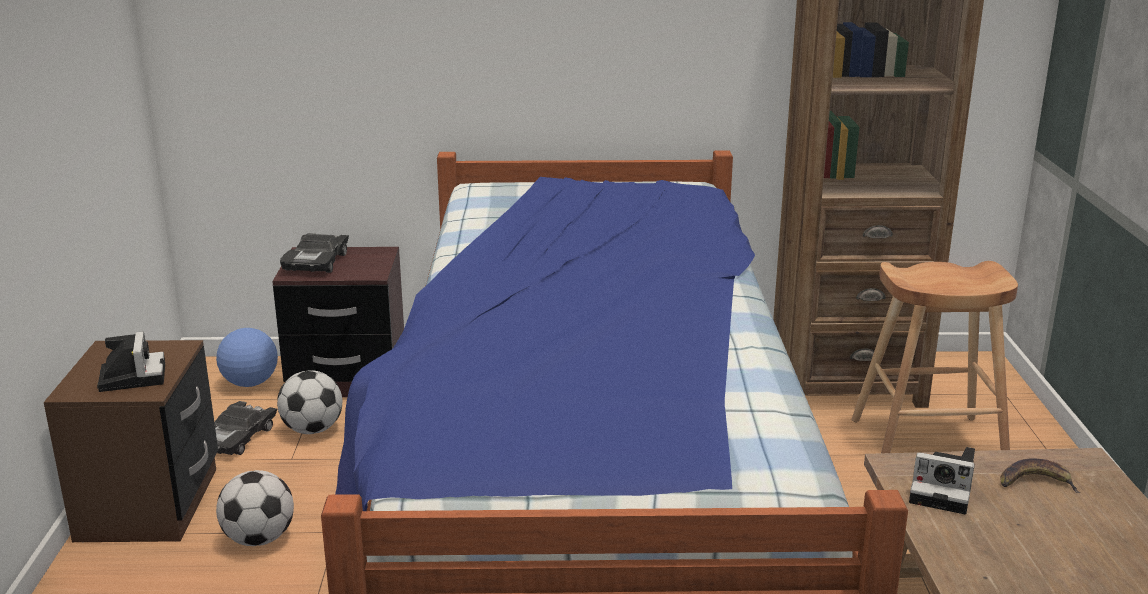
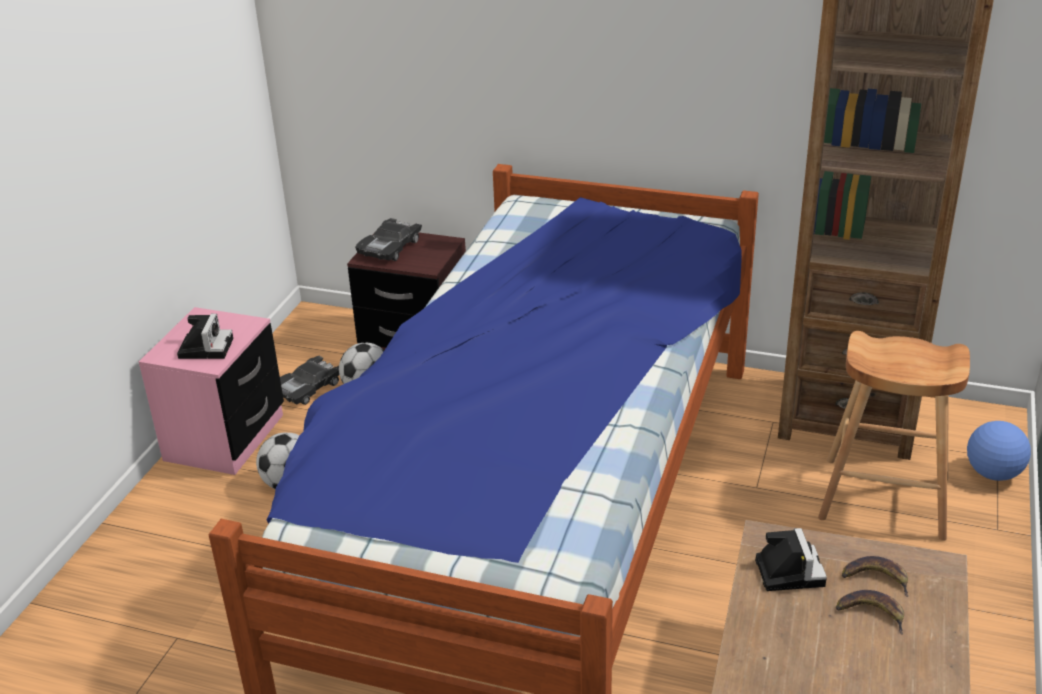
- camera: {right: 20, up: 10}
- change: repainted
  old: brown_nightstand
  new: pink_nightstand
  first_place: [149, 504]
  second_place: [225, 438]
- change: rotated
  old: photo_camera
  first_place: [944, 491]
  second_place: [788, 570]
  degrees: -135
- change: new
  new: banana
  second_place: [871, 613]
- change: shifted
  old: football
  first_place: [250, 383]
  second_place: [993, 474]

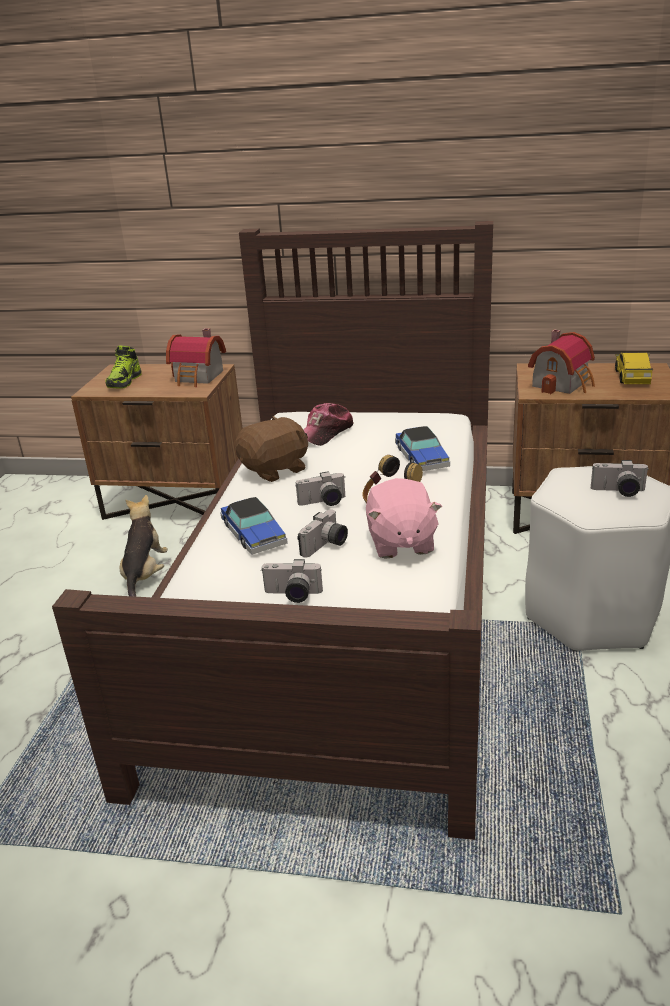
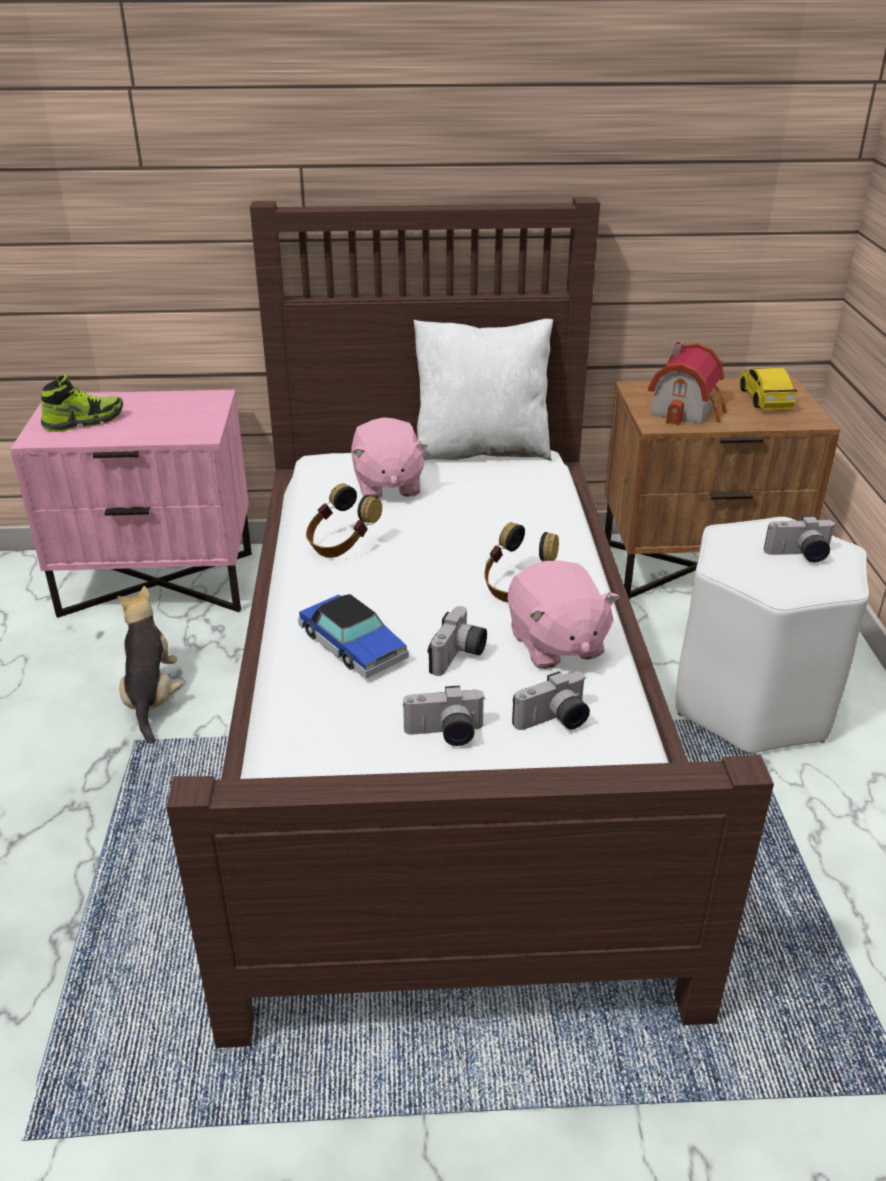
- camera: {right: -15, up: 5}
- change: repainted
  old: brown_nightstand
  new: pink_nightstand
  first_place: [177, 501]
  second_place: [159, 582]
- change: rotated
  old: shoe
  first_place: [124, 381]
  second_place: [84, 421]
  degrees: -120
- change: swapped
  old: brown_plush_toy
  new: headphones
  first_place: [275, 470]
  second_place: [341, 545]
- change: swapped
  old: cap
  new: pink_plush_toy
  first_place: [325, 433]
  second_place: [387, 485]
- change: new
  new: white_pillow
  second_place: [481, 450]
- change: shifted
  old: photo_camera
  first_place: [323, 503]
  second_place: [554, 722]
- change: gone
  old: toy_house
  first_place: [199, 377]
- change: gone
  old: toy_car
  first_place: [421, 457]

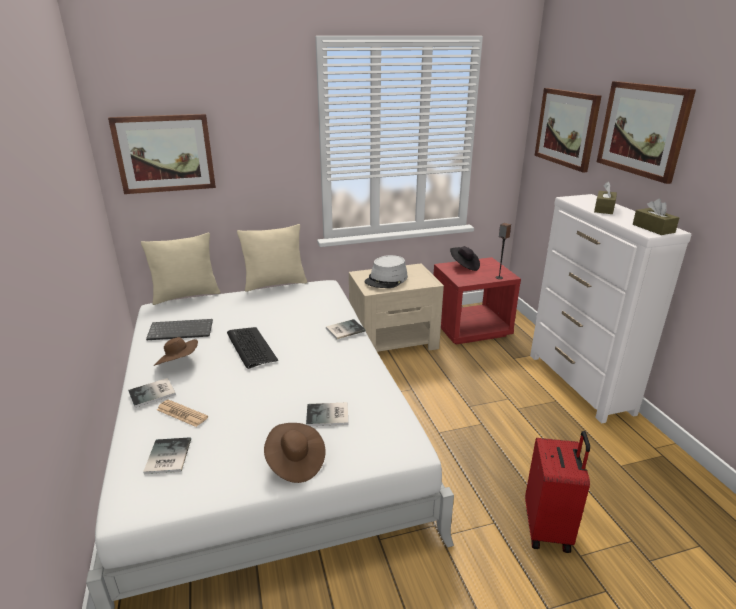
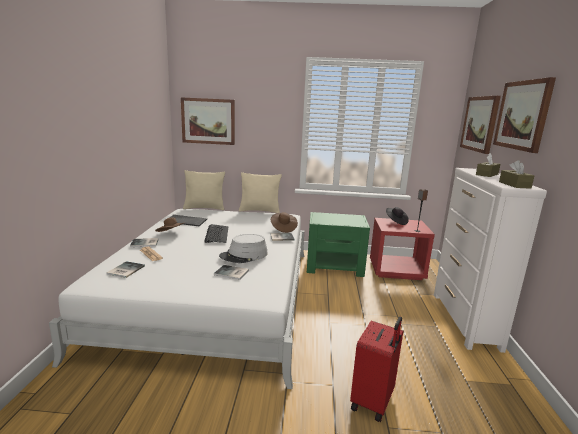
- camera: {right: 20, up: -10}
- change: shifted
  old: grey_hat
  first_place: [386, 279]
  second_place: [244, 255]
- change: shifted
  old: brown_hat
  first_place: [295, 463]
  second_place: [283, 228]
- change: repainted
  old: beige_nightstand
  new: green_nightstand
  first_place: [394, 340]
  second_place: [335, 266]

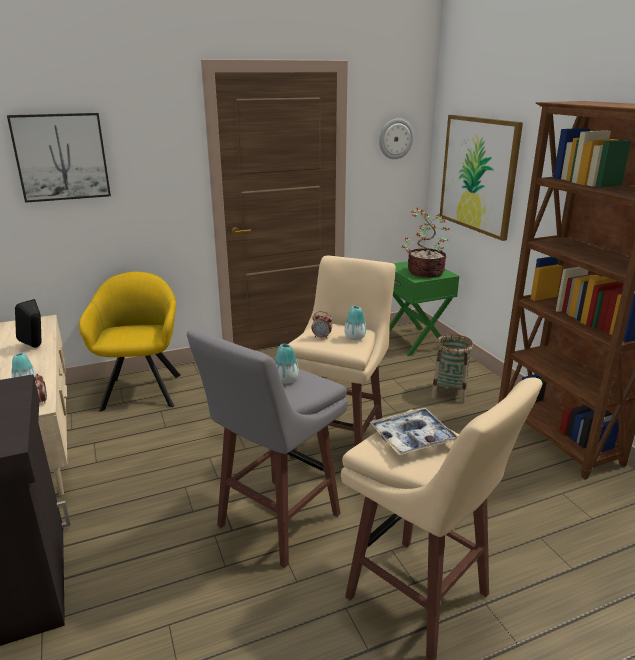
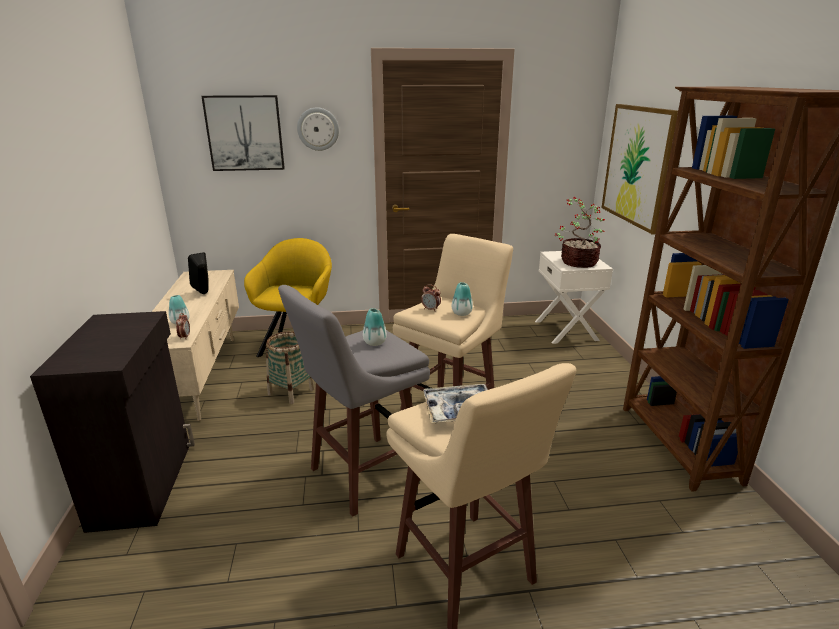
- camera: {right: 15, up: 0}
- change: shifted
  old: basket
  first_place: [449, 392]
  second_place: [291, 392]
- change: shifted
  old: wall_clock
  first_place: [395, 139]
  second_place: [318, 129]
- change: repainted
  old: green_nightstand
  new: white_nightstand
  first_place: [415, 341]
  second_place: [567, 330]

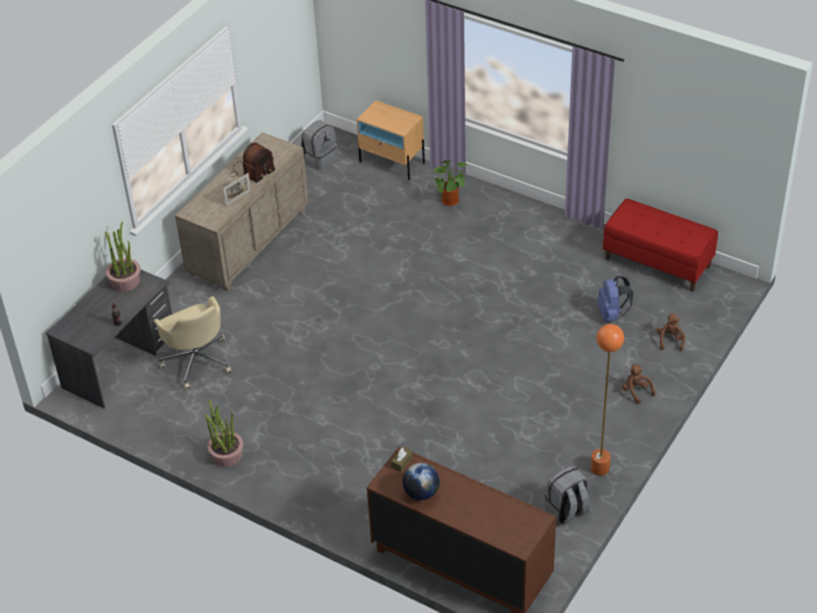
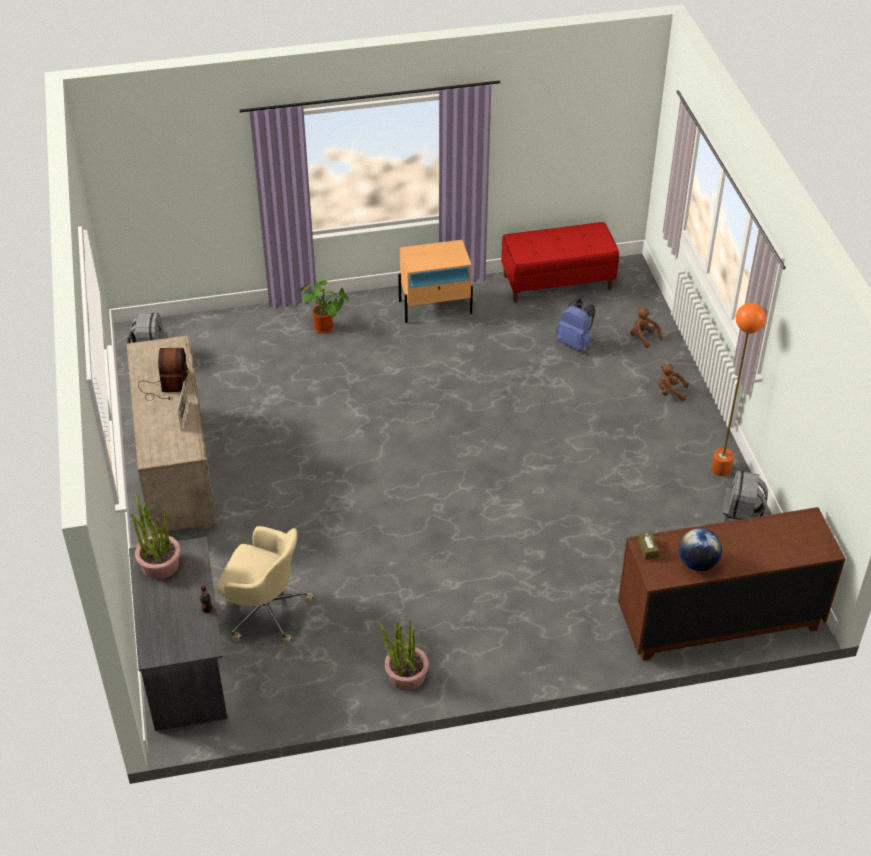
- camera: {right: -45, up: 0}
- change: shifted
  old: beige_nightstand
  first_place: [392, 162]
  second_place: [435, 307]

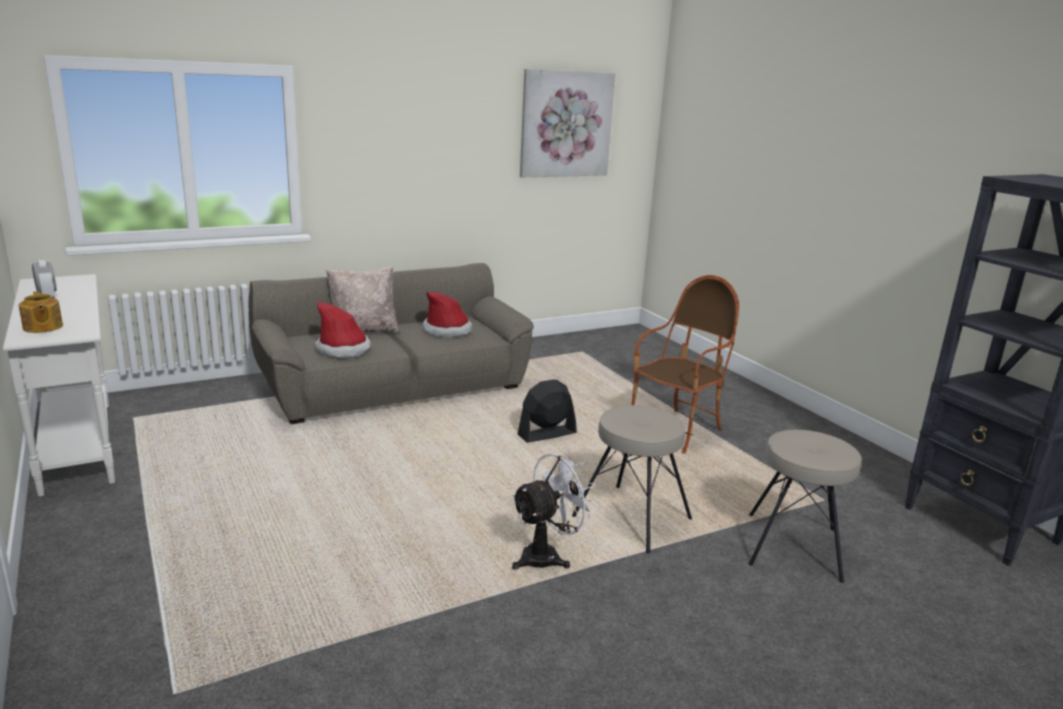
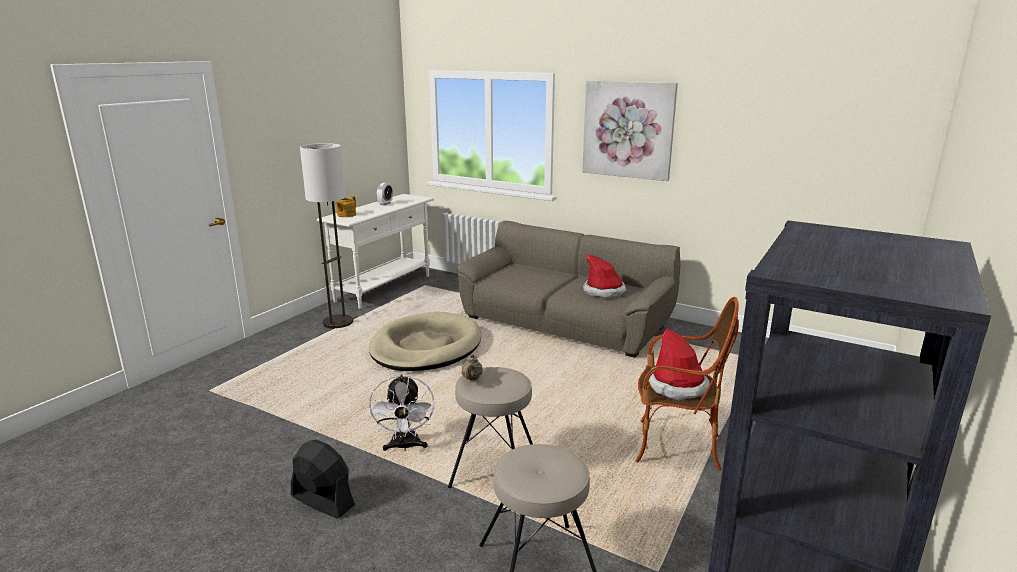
- camera: {right: 60, up: 0}
- change: shifted
  old: black_fan
  first_place: [546, 434]
  second_place: [322, 501]
- change: new
  new: floor_lamp
  second_place: [338, 322]
- change: new
  new: beige_dog_bed
  second_place: [426, 347]
- change: rotated
  old: white_fan
  first_place: [547, 556]
  second_place: [405, 446]
  degrees: 60
- change: new
  new: beige_teapot
  second_place: [472, 378]
- change: shifted
  old: picture
  first_place: [566, 124]
  second_place: [628, 130]
- change: shifted
  old: hat
  first_place: [343, 349]
  second_place: [677, 386]
- change: gone
  old: beige_pillow
  first_place: [363, 331]

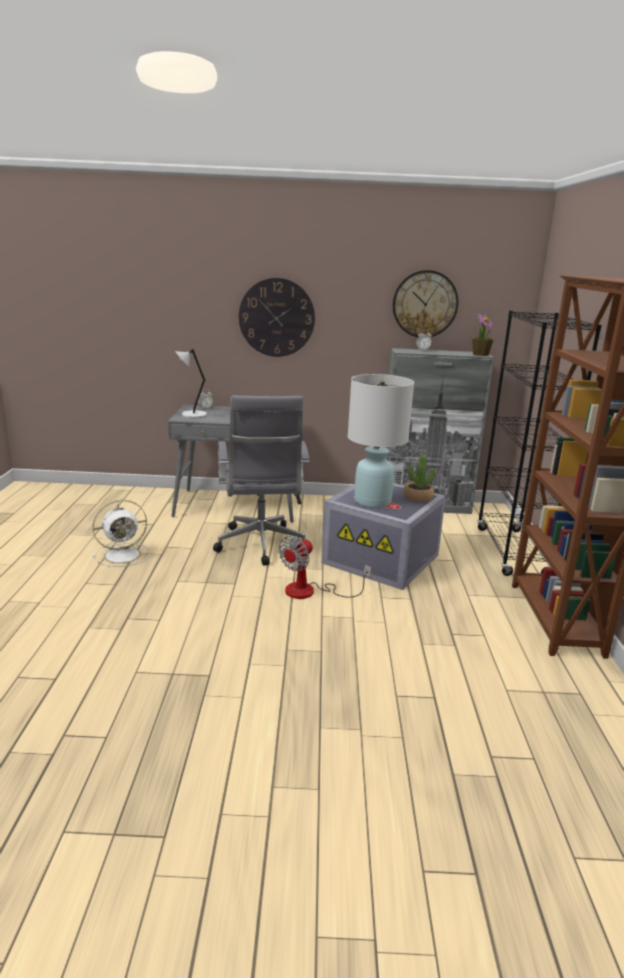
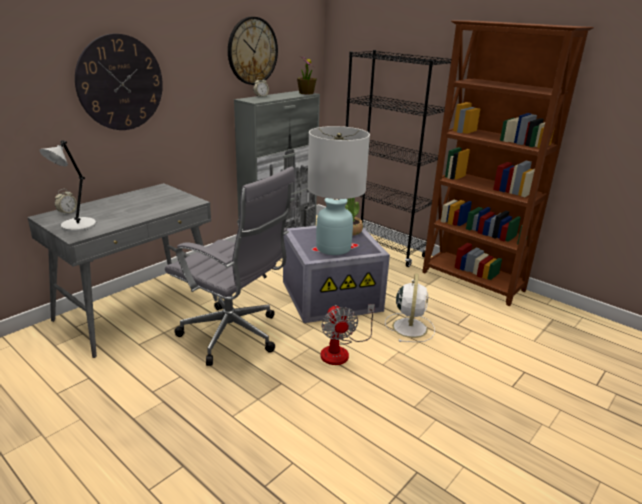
- camera: {right: -50, up: 5}
- change: shifted
  old: white_fan
  first_place: [124, 555]
  second_place: [409, 327]

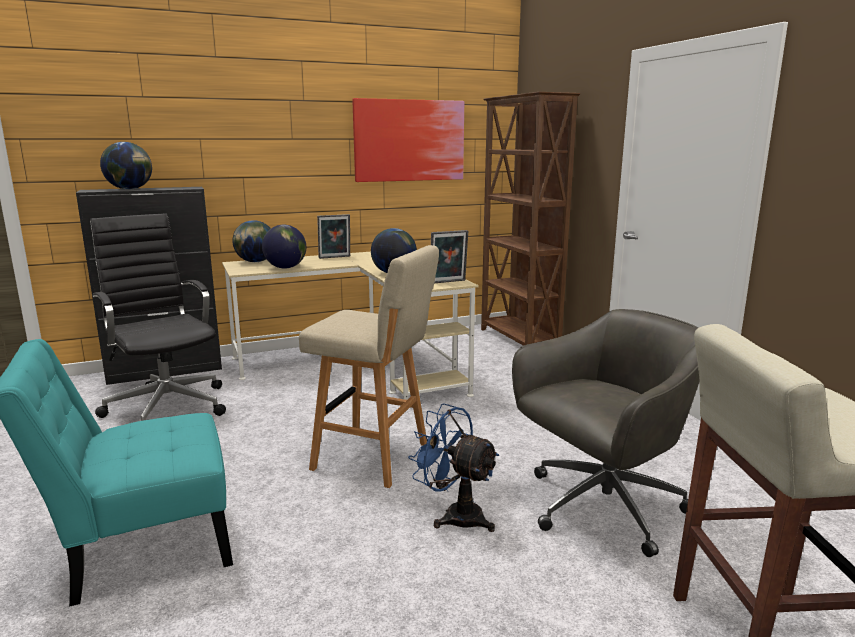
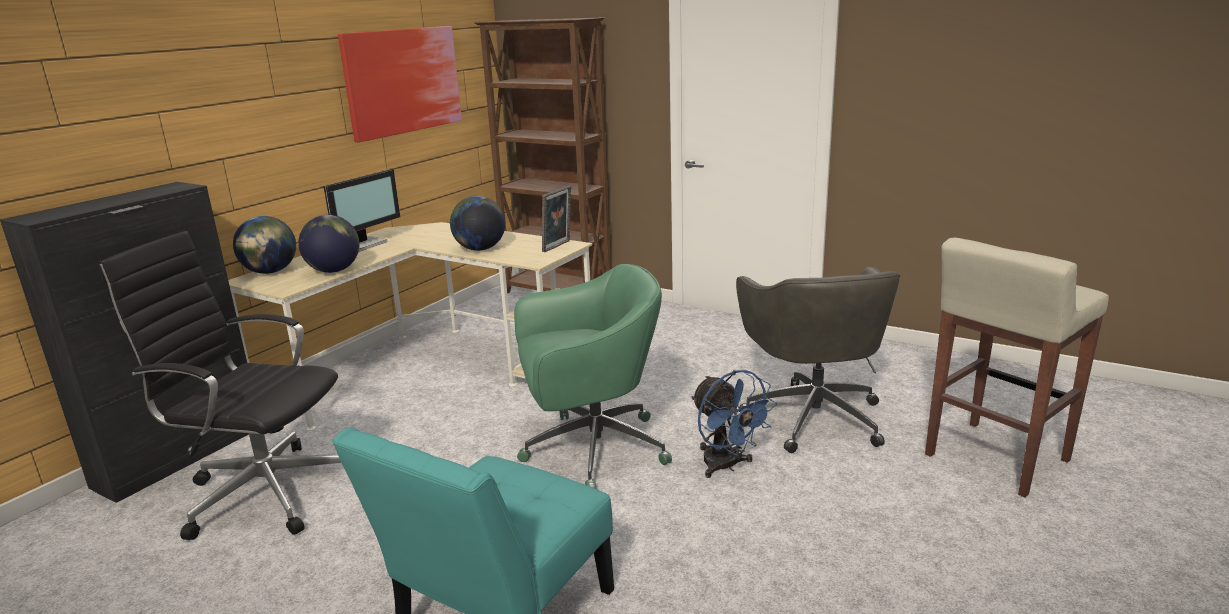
- camera: {right: -35, up: 5}
- change: swapped
  old: picture_frame
  new: monitor
  first_place: [335, 257]
  second_place: [362, 244]
- change: swapped
  old: beige_stool
  new: green_office_chair
  first_place: [374, 457]
  second_place: [591, 450]
- change: rotated
  old: blue_fan
  first_place: [455, 515]
  second_place: [726, 466]
  degrees: -120
- change: rotated
  old: grey_office_chair
  first_place: [600, 507]
  second_place: [813, 416]
  degrees: 150
- change: gone
  old: globe
  first_place: [130, 189]

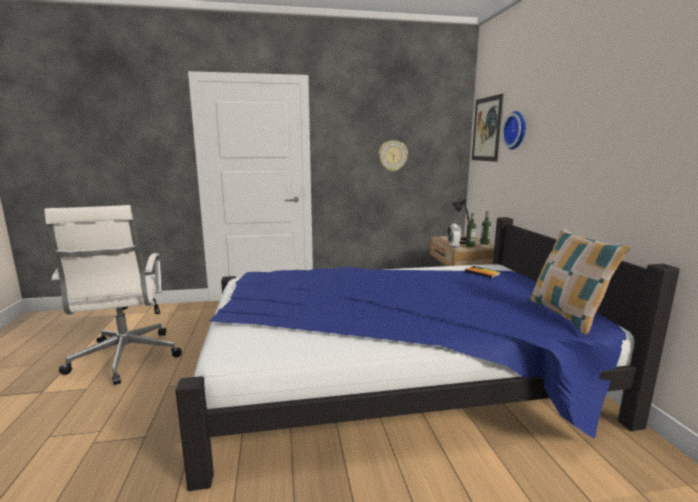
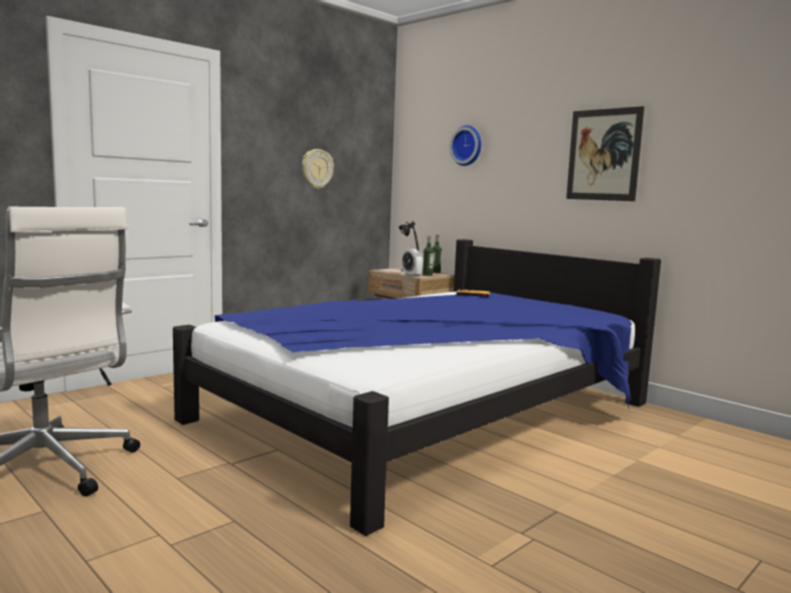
- camera: {right: -35, up: -5}
- change: shifted
  old: picture
  first_place: [486, 129]
  second_place: [603, 155]
- change: gone
  old: pillow
  first_place: [566, 315]

